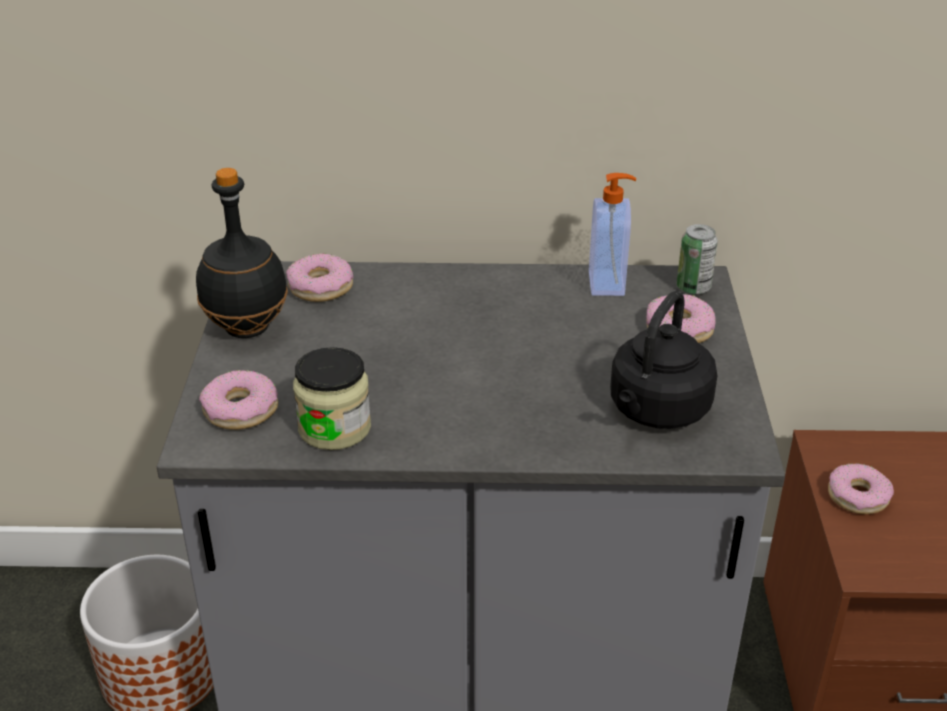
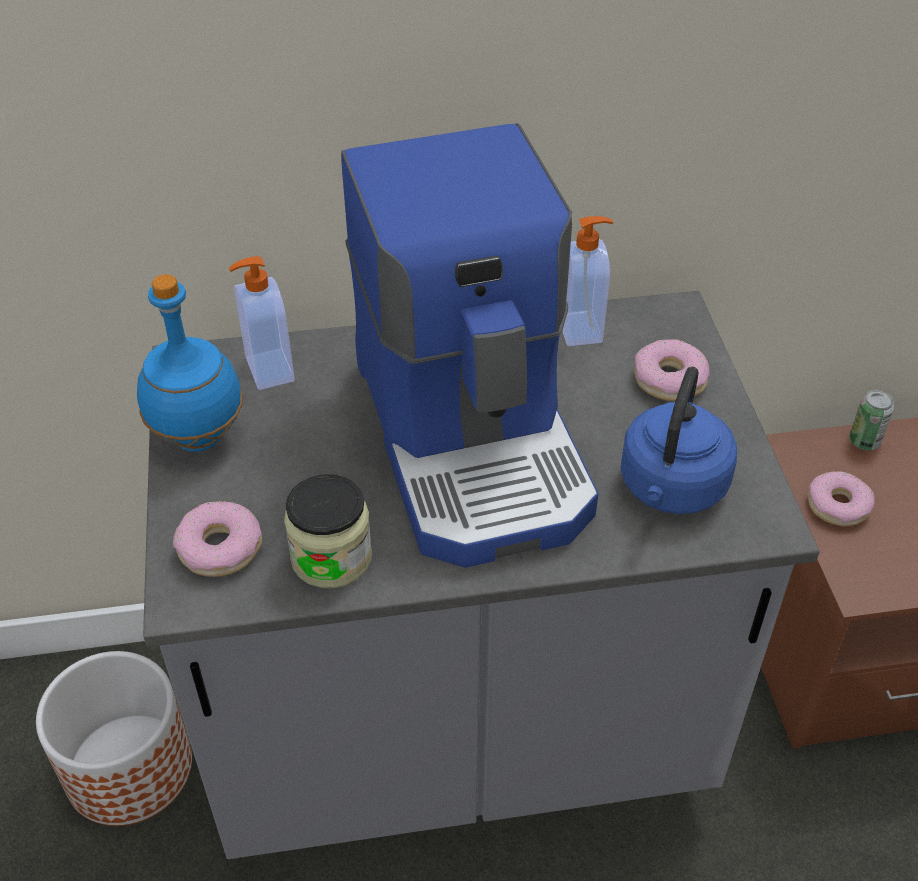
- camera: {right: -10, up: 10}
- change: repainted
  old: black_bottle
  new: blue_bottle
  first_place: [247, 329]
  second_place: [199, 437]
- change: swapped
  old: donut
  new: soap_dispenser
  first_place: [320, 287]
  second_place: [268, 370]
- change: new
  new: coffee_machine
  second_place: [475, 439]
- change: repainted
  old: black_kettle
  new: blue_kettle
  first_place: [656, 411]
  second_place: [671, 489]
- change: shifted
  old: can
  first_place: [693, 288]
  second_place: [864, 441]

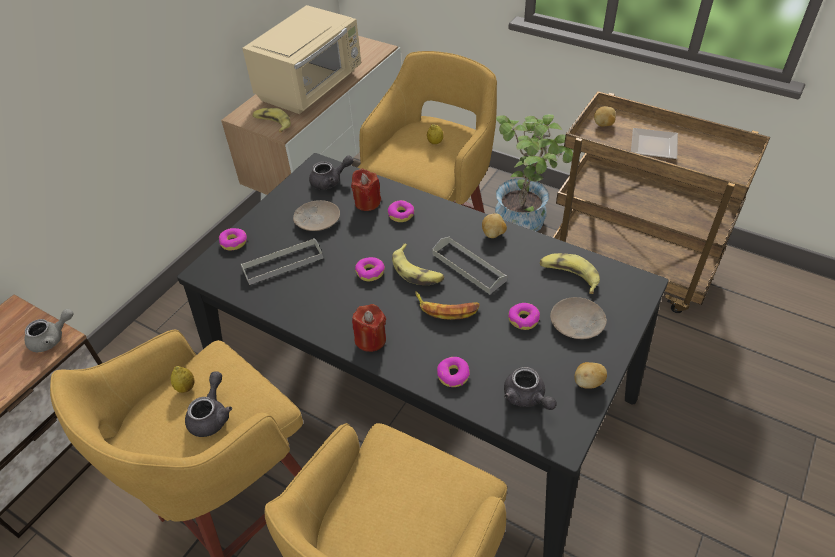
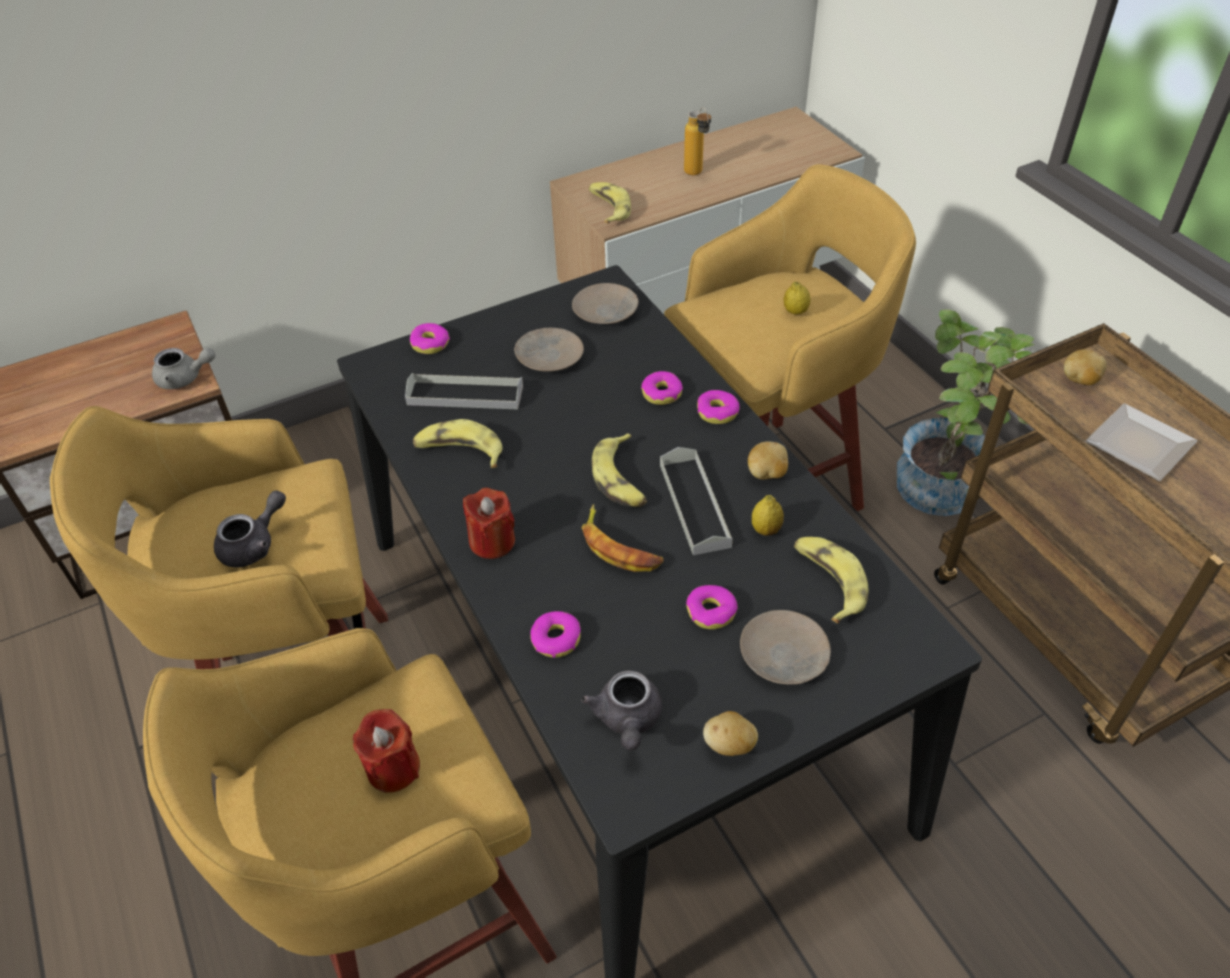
- camera: {right: 30, up: 0}
- change: shifted
  old: red_candle
  first_place: [367, 202]
  second_place: [393, 768]
- change: new
  new: banana
  second_place: [459, 451]
- change: swapped
  old: grey_teapot
  new: beige_plate
  first_place: [330, 181]
  second_place: [606, 311]
- change: swapped
  old: beige_microwave
  new: bottle
  first_place: [311, 87]
  second_place: [697, 175]
- change: shifted
  old: donut
  first_place: [370, 272]
  second_place: [717, 412]
- change: shifted
  old: lemon
  first_place: [186, 387]
  second_place: [766, 529]

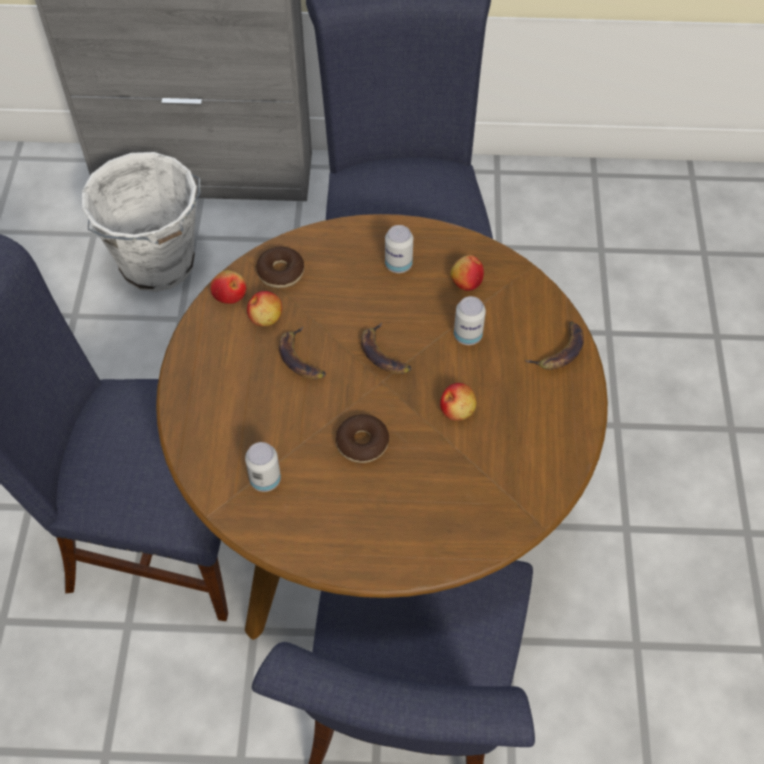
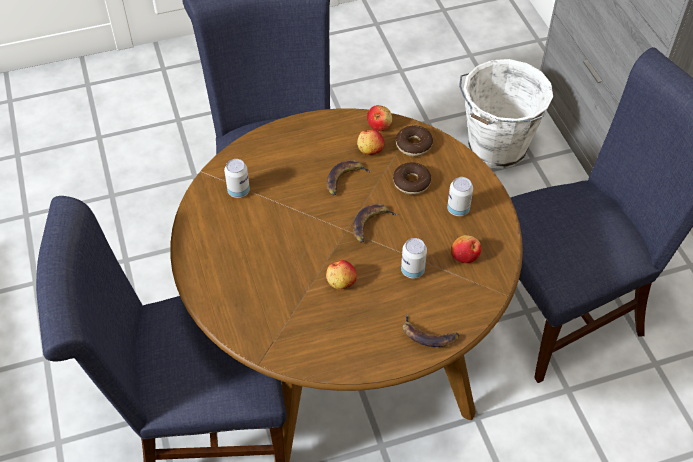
- camera: {right: 70, up: -5}
- change: shifted
  old: donut
  first_place: [362, 443]
  second_place: [411, 183]

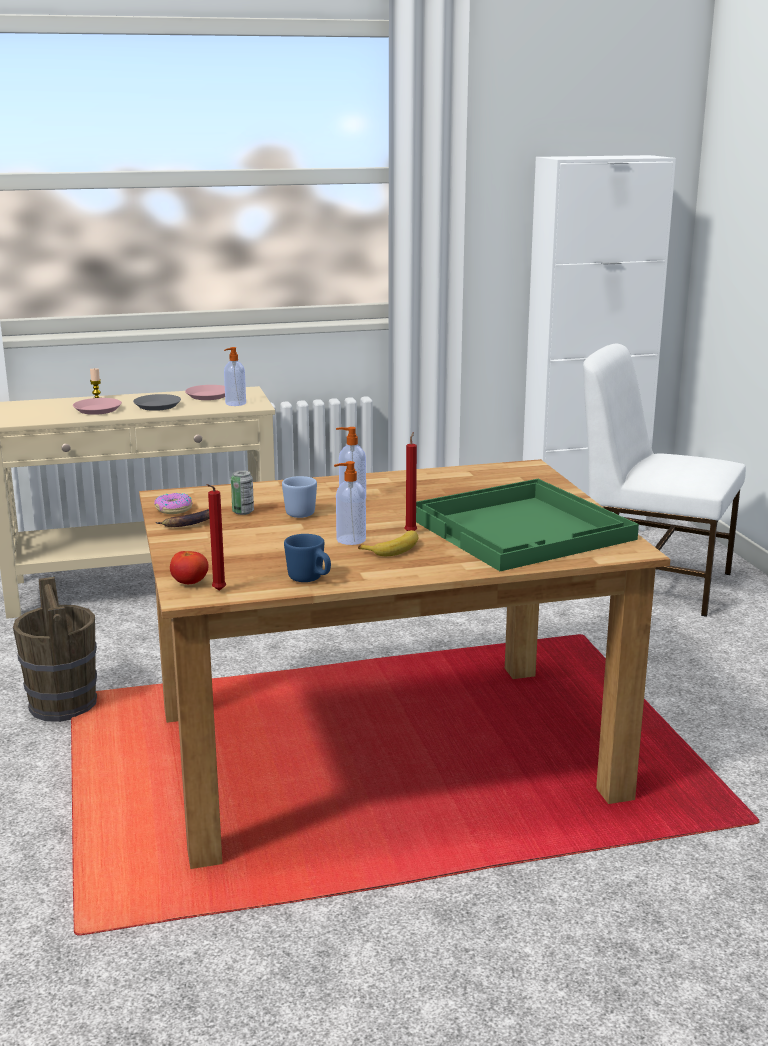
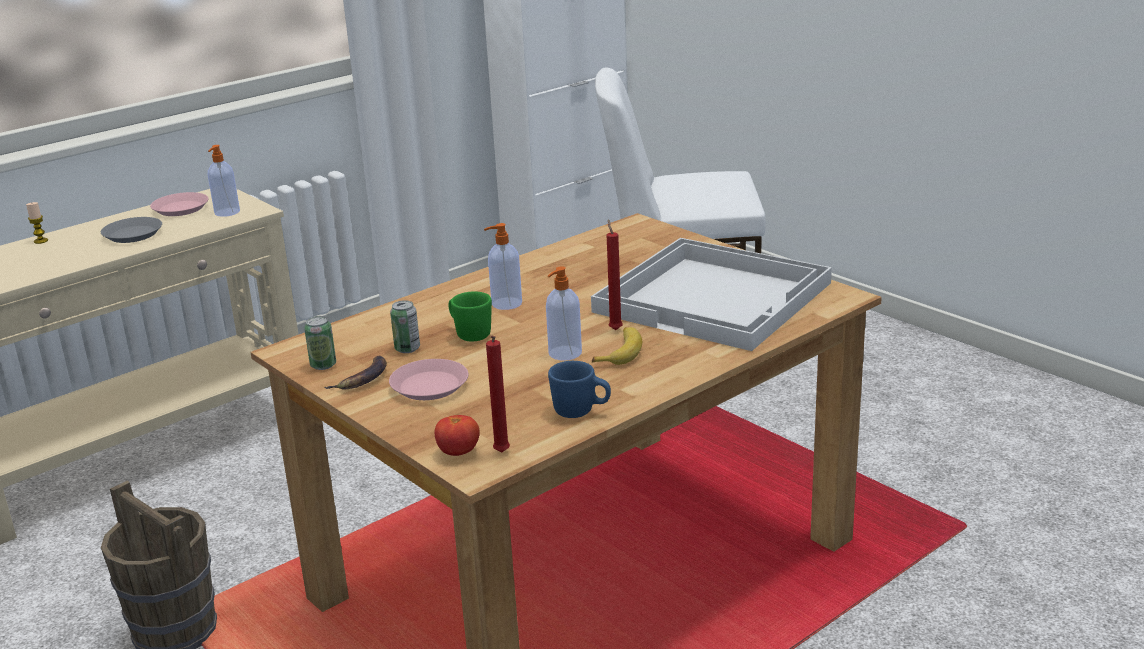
- camera: {right: -25, up: 5}
- change: swapped
  old: donut
  new: can
  first_place: [173, 509]
  second_place: [323, 365]
- change: shifted
  old: pink_plate
  first_place: [97, 410]
  second_place: [429, 386]
- change: repainted
  old: blue_mug
  new: green_mug
  first_place: [298, 512]
  second_place: [469, 334]
- change: repainted
  old: green_tray
  new: white_tray
  first_place: [522, 528]
  second_place: [715, 297]

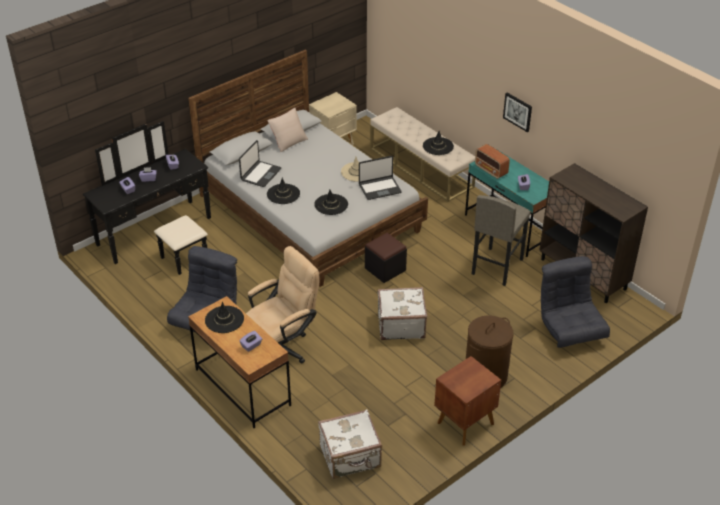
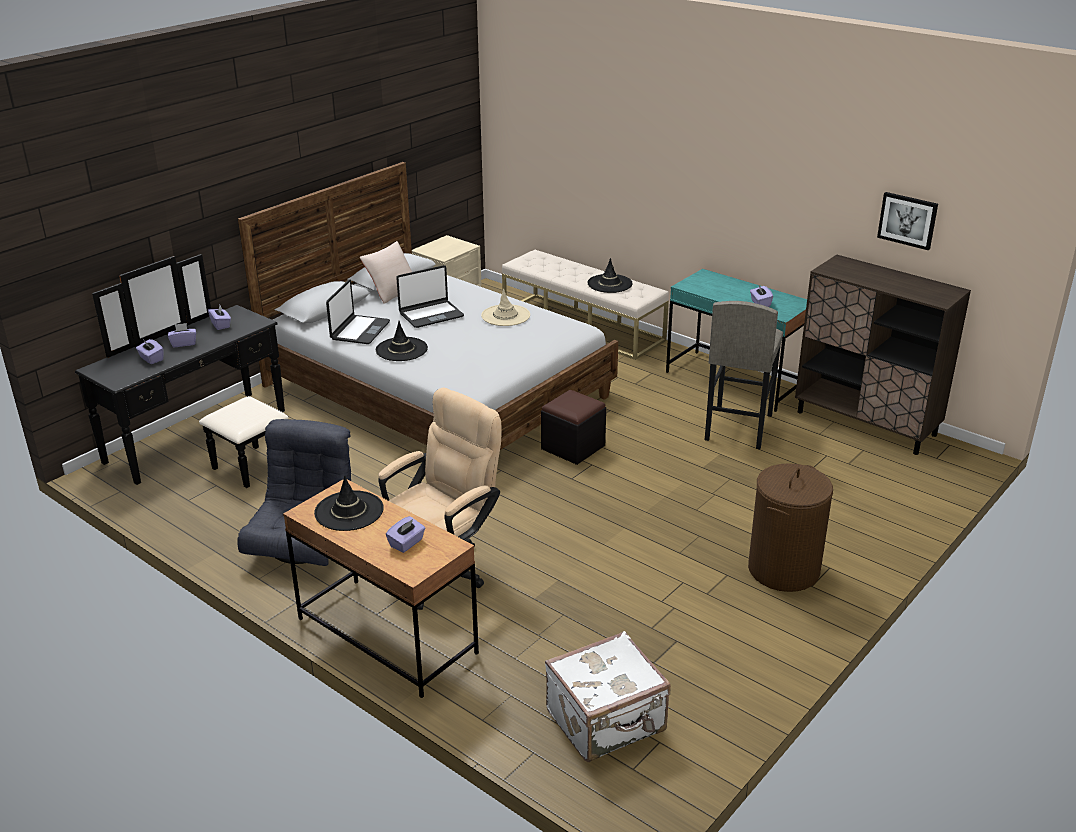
- camera: {right: -10, up: -10}
- change: shifted
  old: laptop
  first_place: [379, 188]
  second_place: [431, 315]
- change: shifted
  old: picture
  first_place: [518, 111]
  second_place: [907, 220]
- change: gone
  old: black_hat
  first_place: [331, 204]
- change: gone
  old: white_suitcase
  first_place: [400, 325]
- change: gone
  old: brown_nightstand
  first_place: [464, 423]
- change: gone
  old: radio
  first_place: [491, 170]
- change: gone
  old: grey_armchair
  first_place: [569, 330]

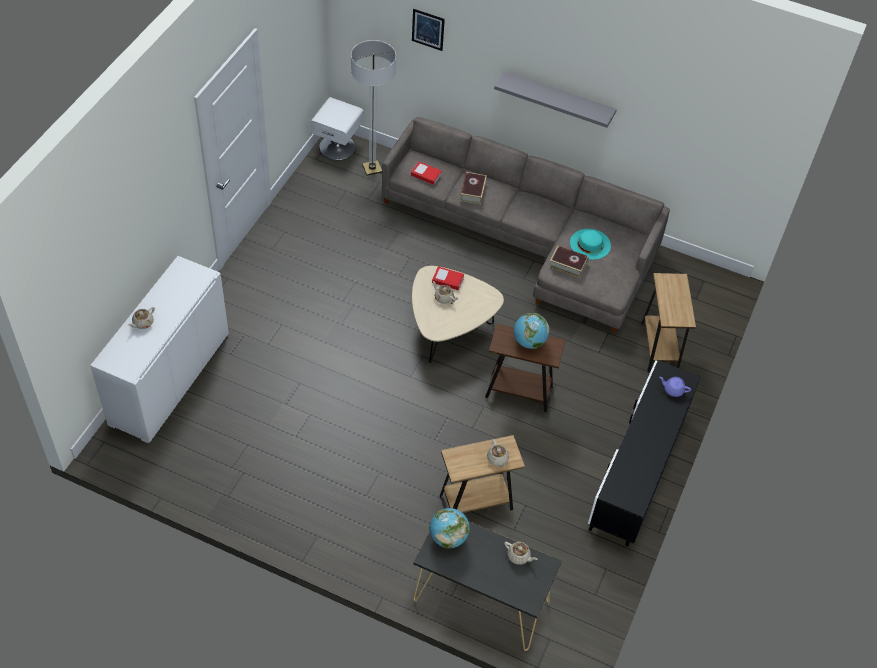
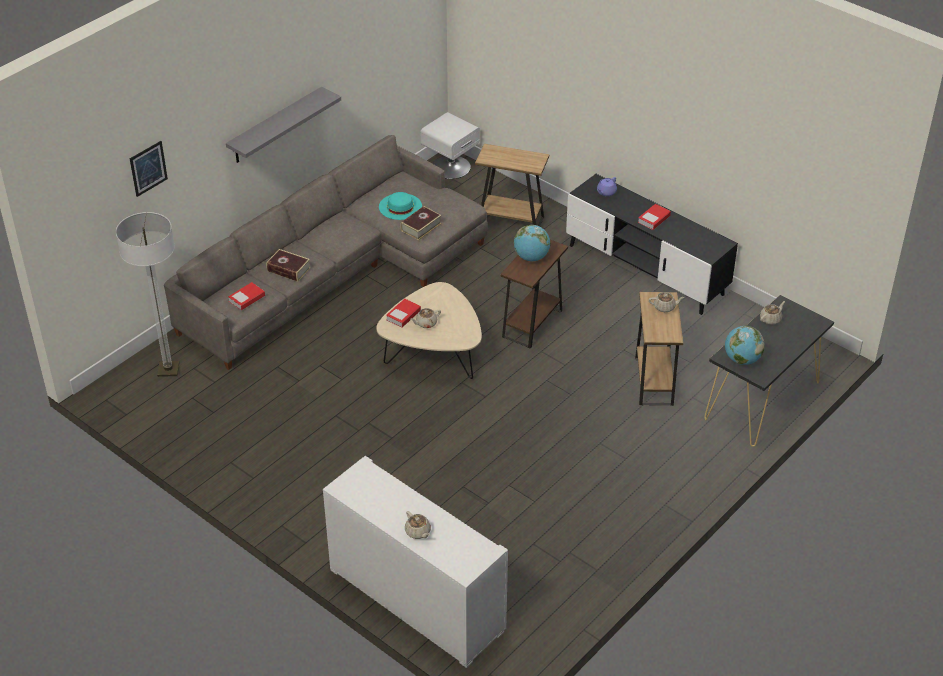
- camera: {right: -70, up: -10}
- change: shifted
  old: white_nightstand
  first_place: [337, 147]
  second_place: [450, 166]
- change: new
  new: book
  second_place: [654, 219]

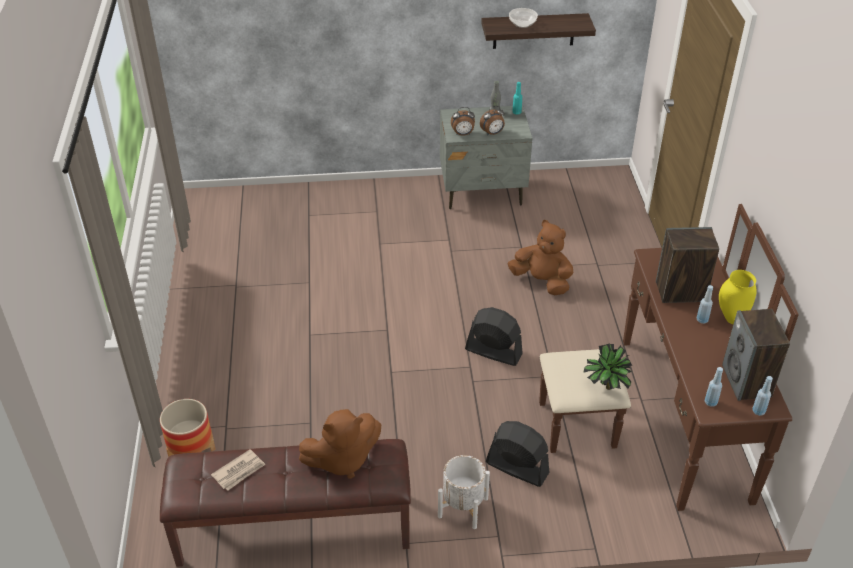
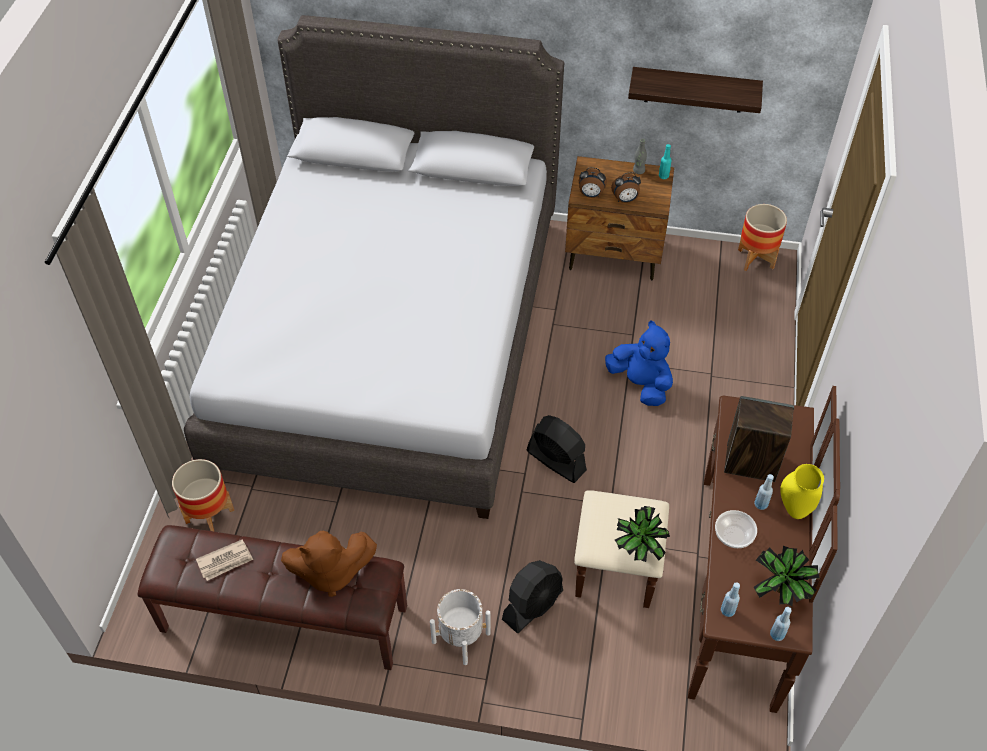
- camera: {right: 15, up: 10}
- change: new
  new: grey_bed
  second_place: [390, 339]
- change: rotated
  old: black_fan
  first_place: [517, 467]
  second_place: [533, 605]
  degrees: 90
- change: repainted
  old: grey_nightstand
  new: brown_nightstand
  first_place: [483, 191]
  second_place: [614, 254]
- change: repainted
  old: brown_plush_toy
  new: blue_plush_toy
  first_place: [542, 281]
  second_place: [640, 384]
- change: shifted
  old: bowl
  first_place: [522, 24]
  second_place: [734, 535]
- change: new
  new: planter
  second_place: [755, 259]
- change: swapped
  old: speaker
  new: potted_plant
  first_place: [747, 381]
  second_place: [779, 594]

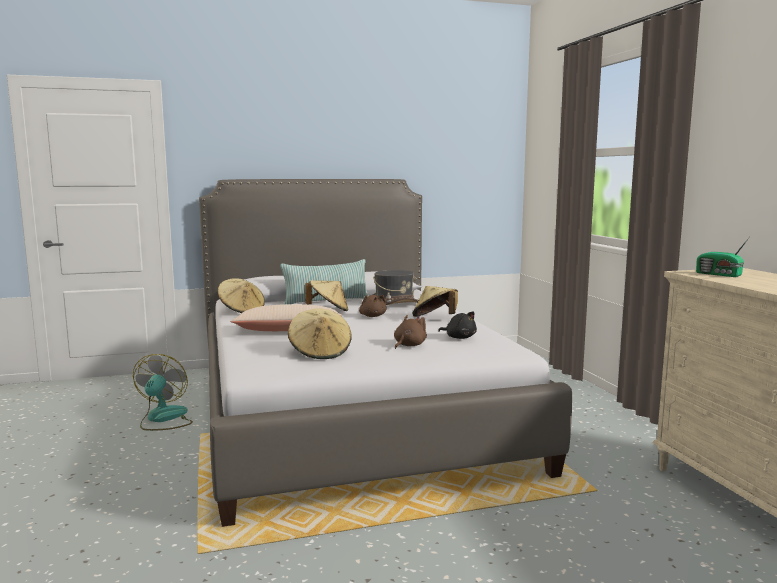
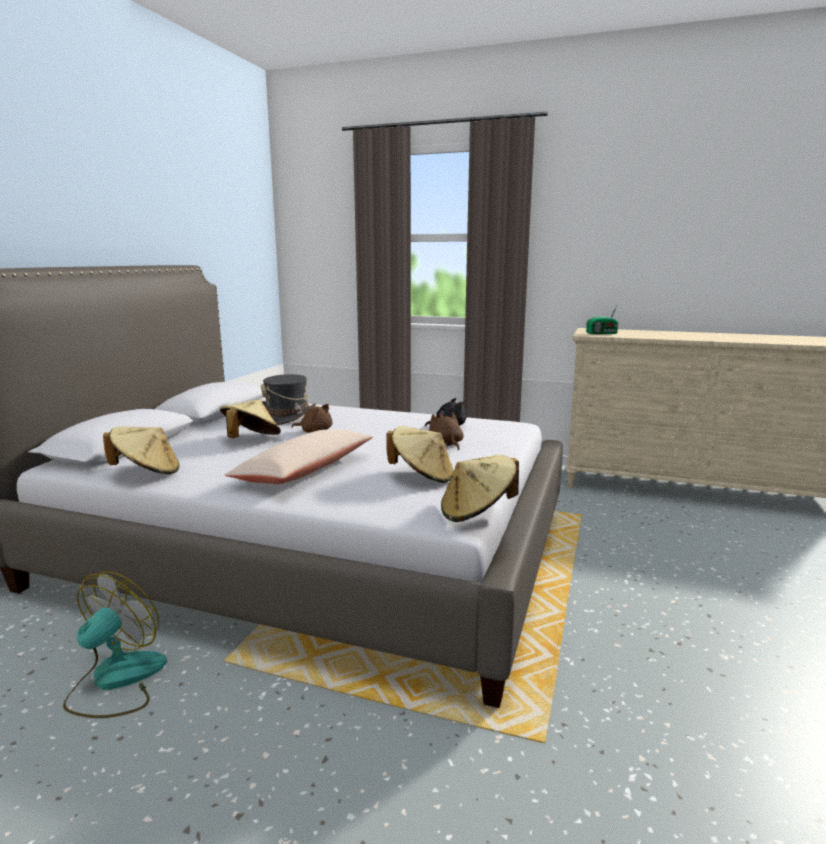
- camera: {right: -55, up: 5}
- change: rotated
  old: fan
  first_place: [163, 419]
  second_place: [116, 681]
  degrees: 75
- change: shifted
  old: beige_hat
  first_place: [435, 318]
  second_place: [477, 512]
- change: gone
  old: pillow
  first_place: [326, 301]

